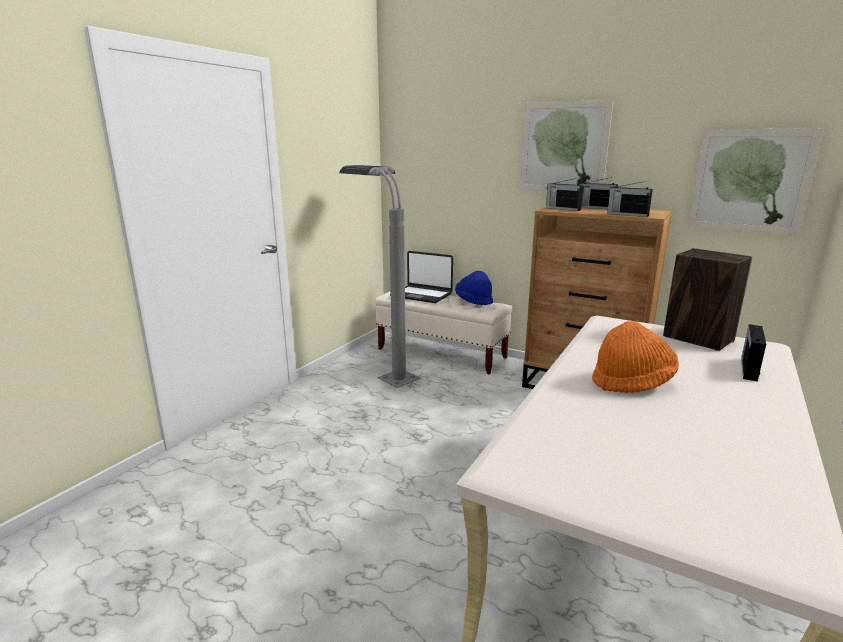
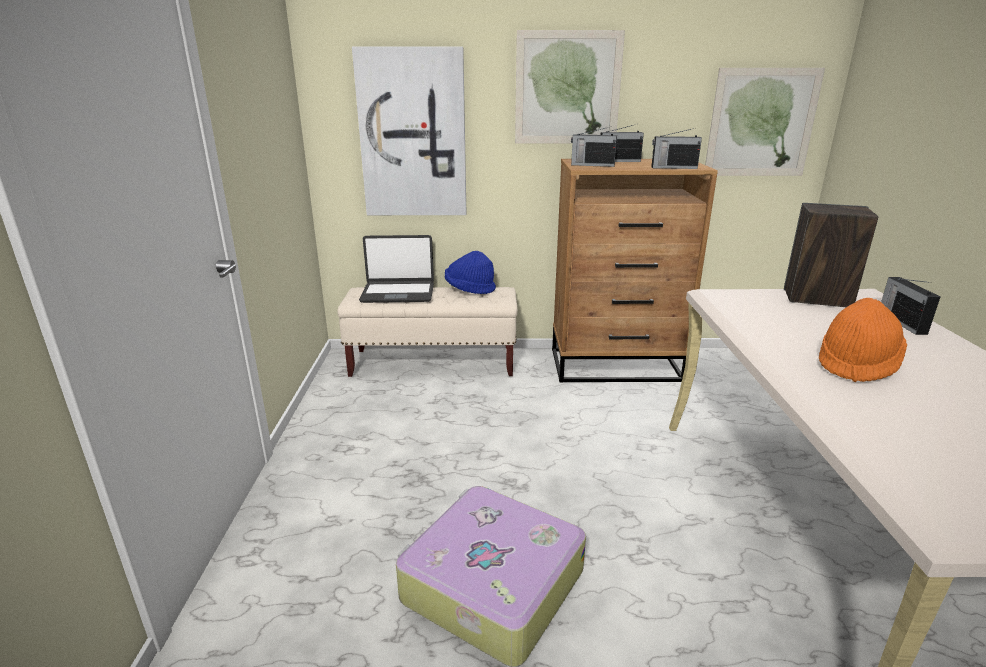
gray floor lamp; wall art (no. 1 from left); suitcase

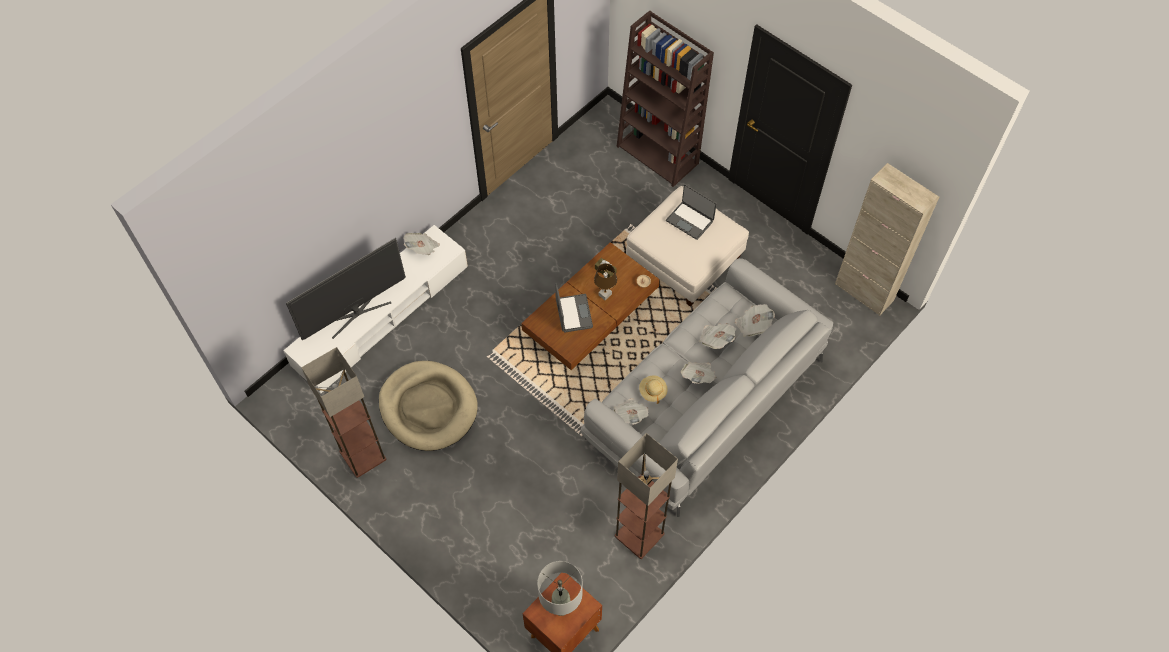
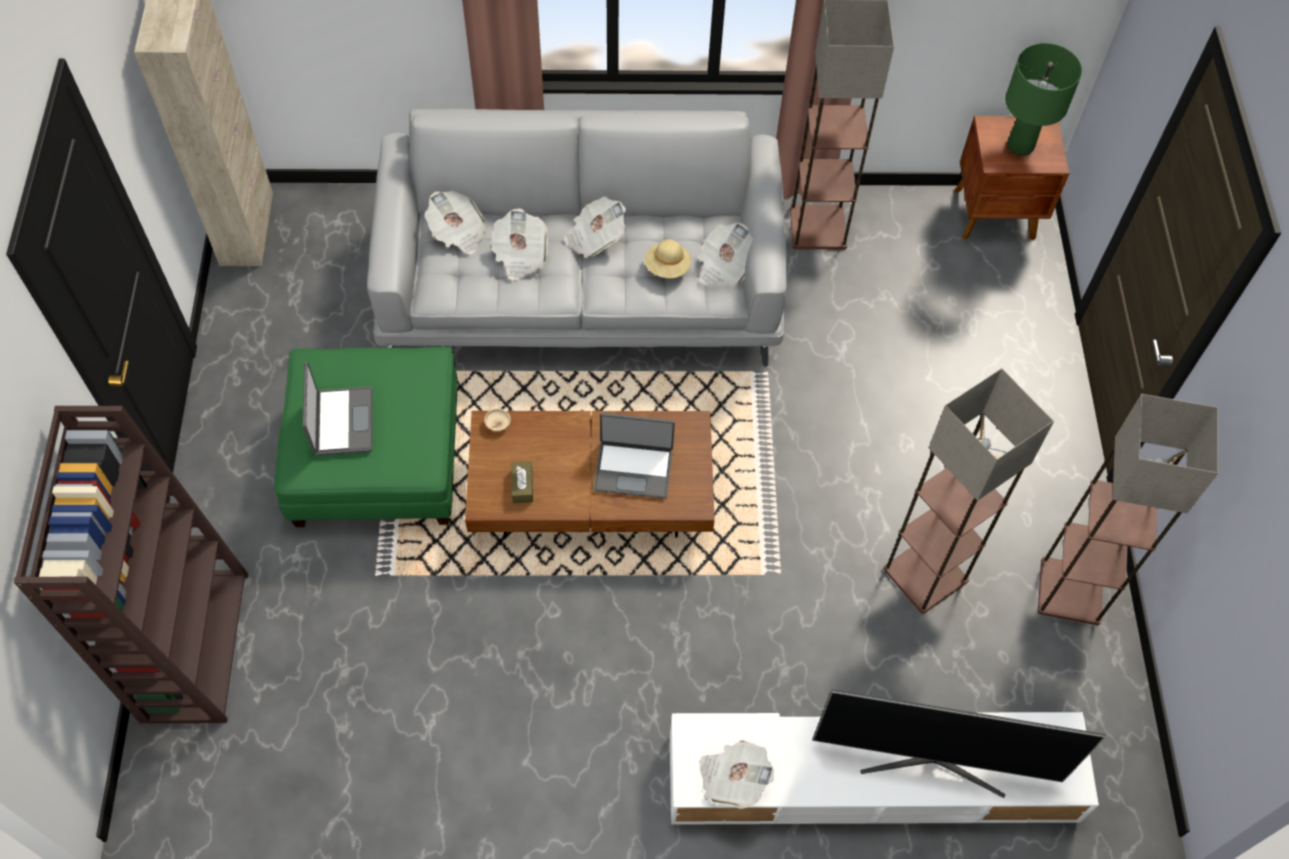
green-coloured pouffe; brownish table lamp; portable computer (no. 2 from left); floor lamp (no. 2 from left); green-coloured table lamp

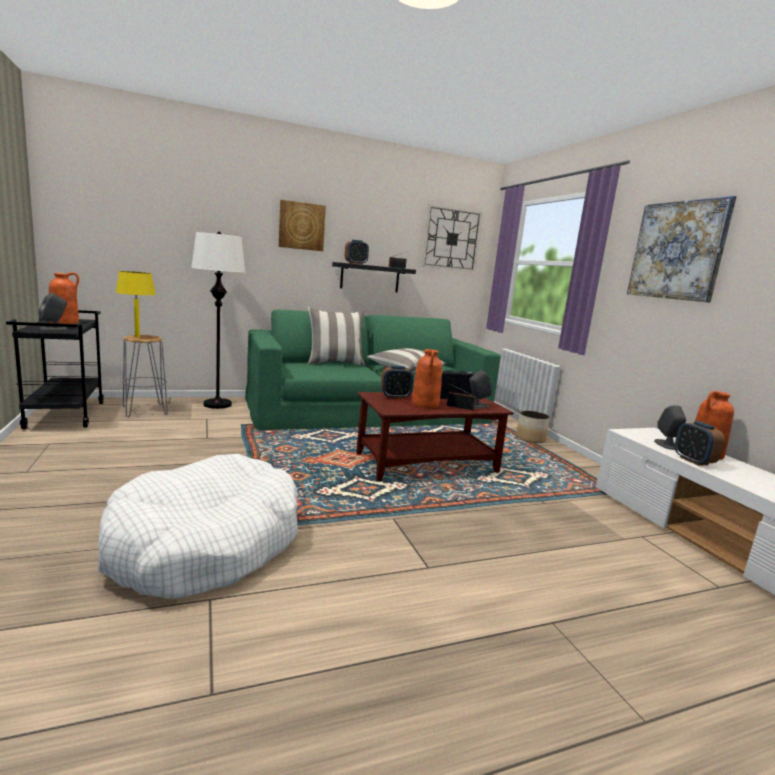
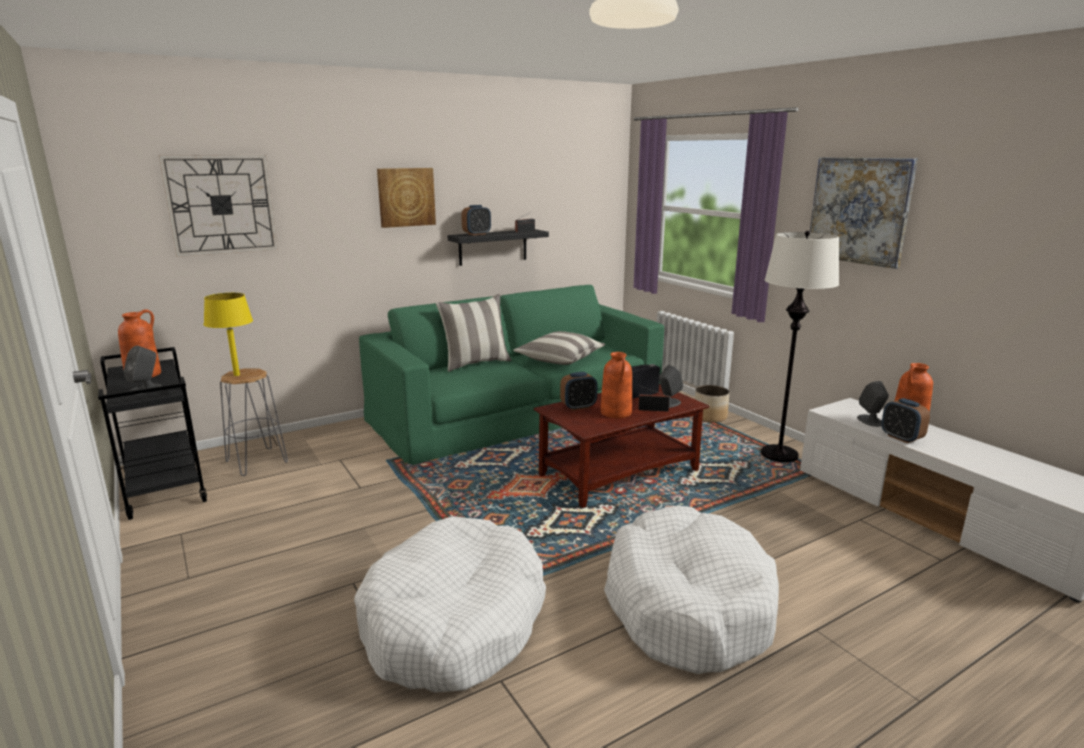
clock on the wall; white floor lamp; white dog cushion (no. 2 from left)

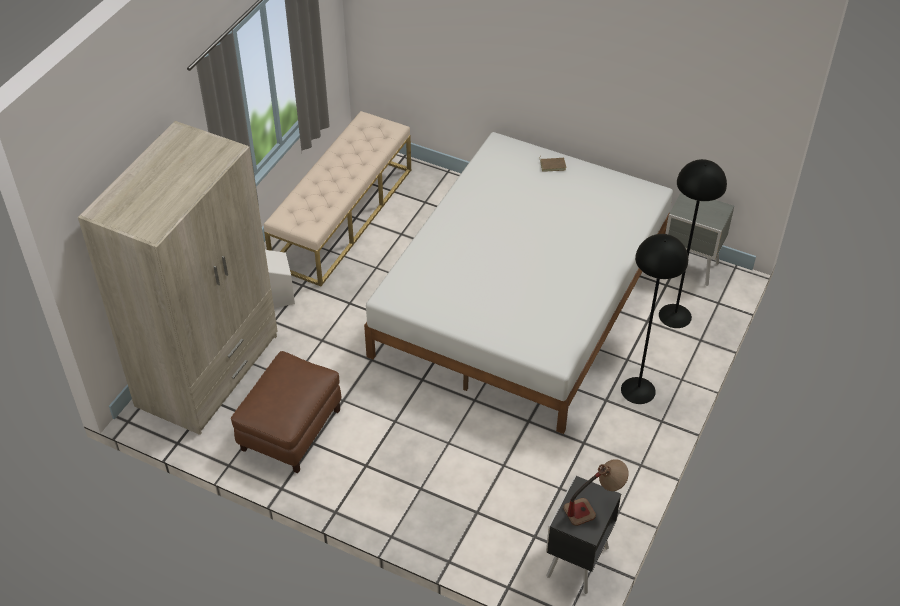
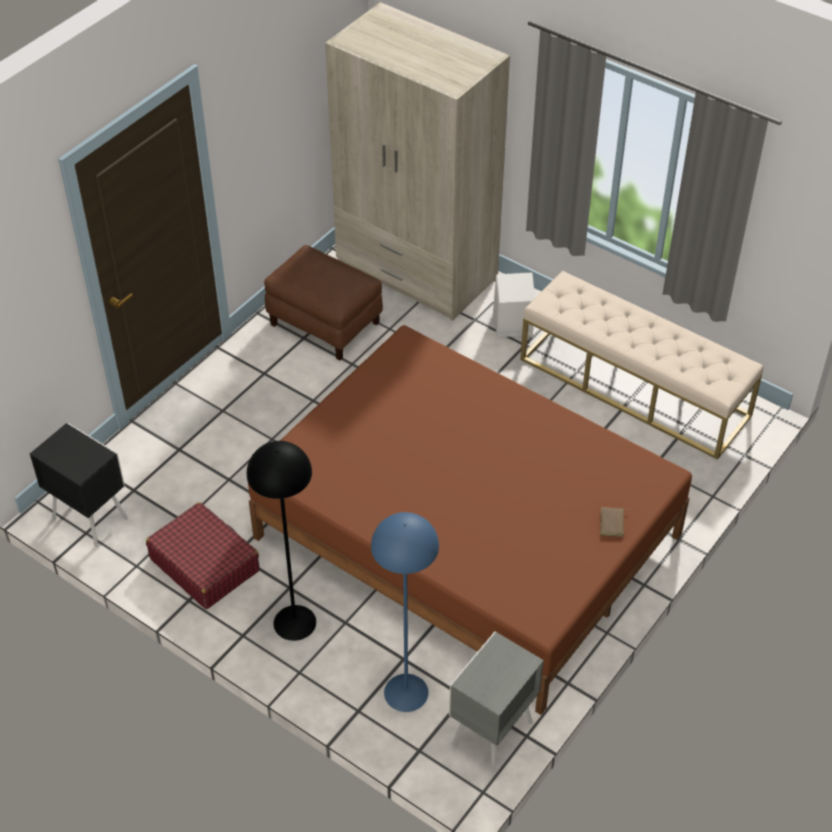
brownish sleeping bed; blue floor lamp; table lamp; red suitcase

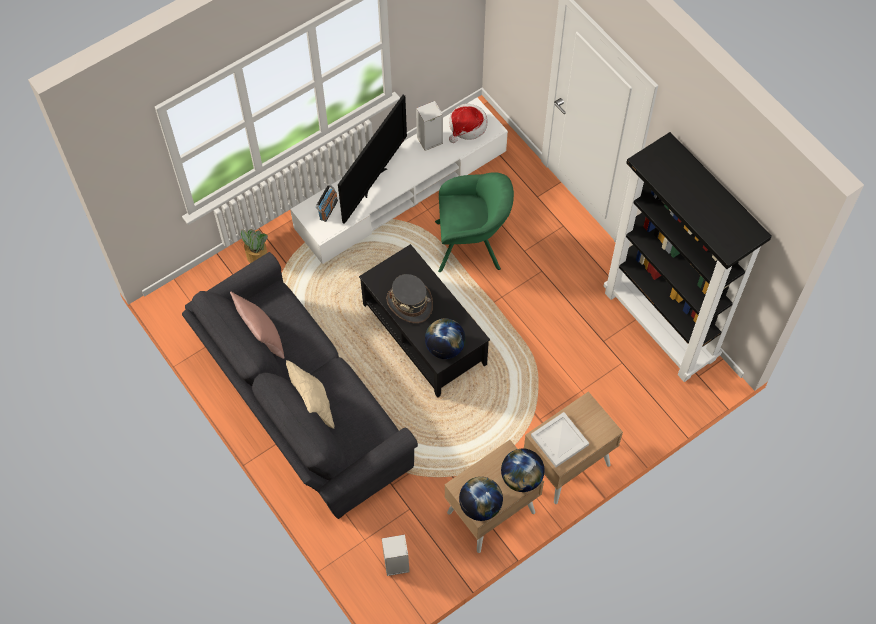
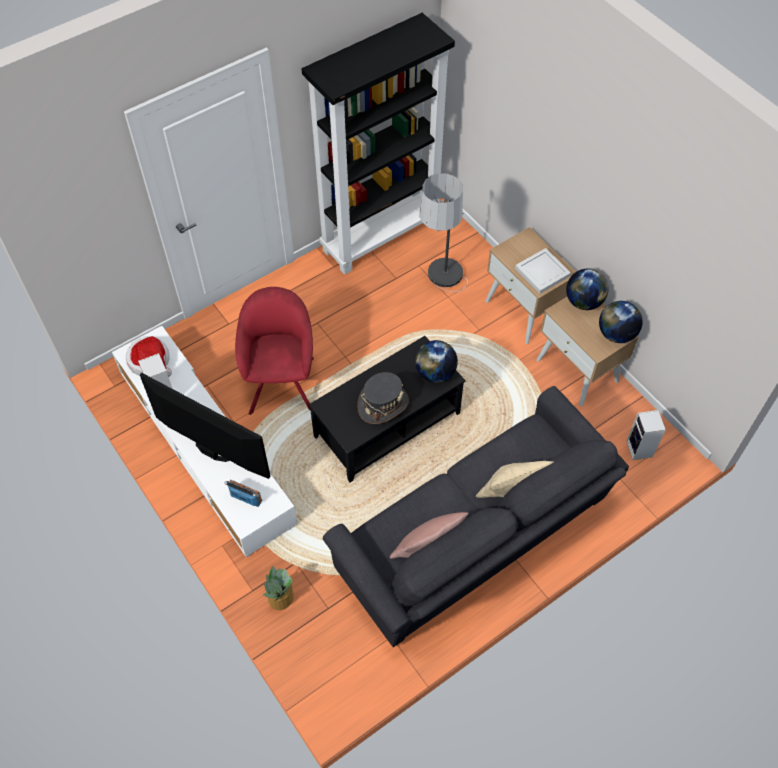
red easy chair; floor lamp

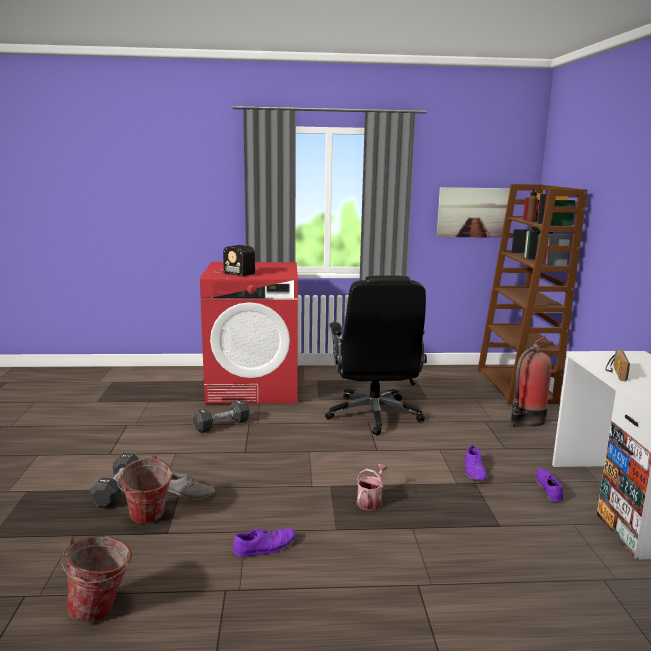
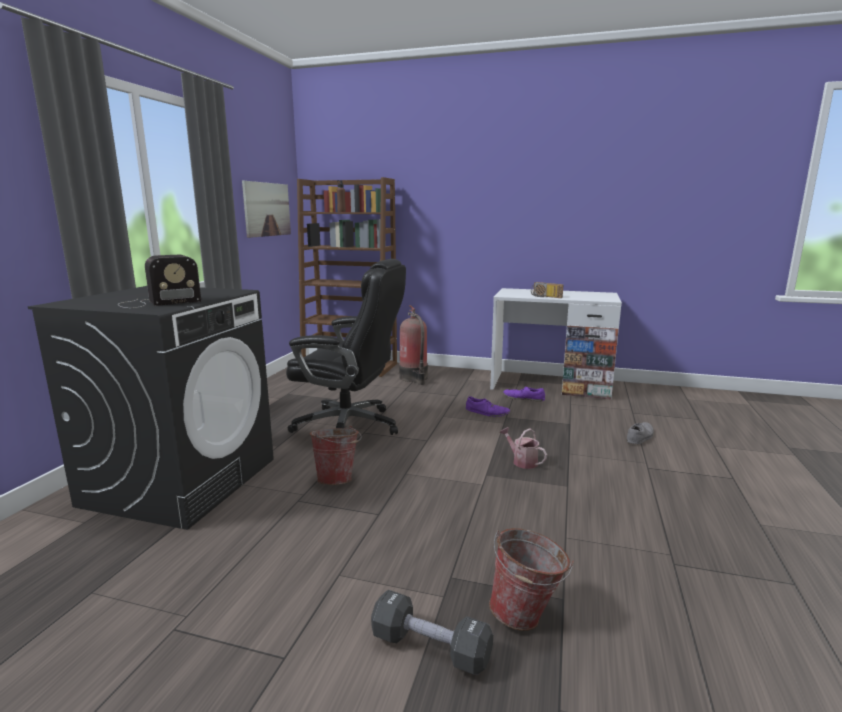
black-coloured laundry machine; black-coloured free weight (no. 2 from left in the first image); gray shoe; purple shoe (no. 1 from left in the first image); bucket (no. 1 from left)

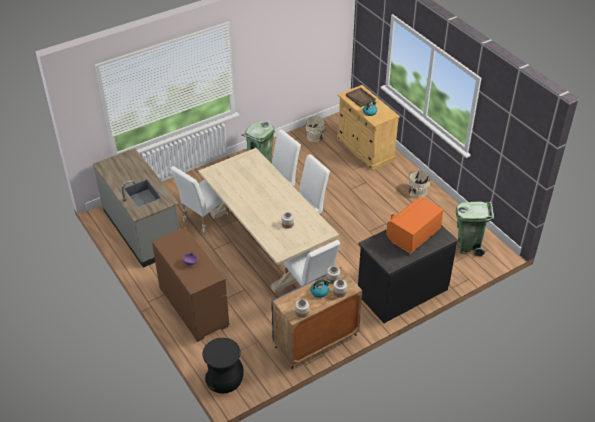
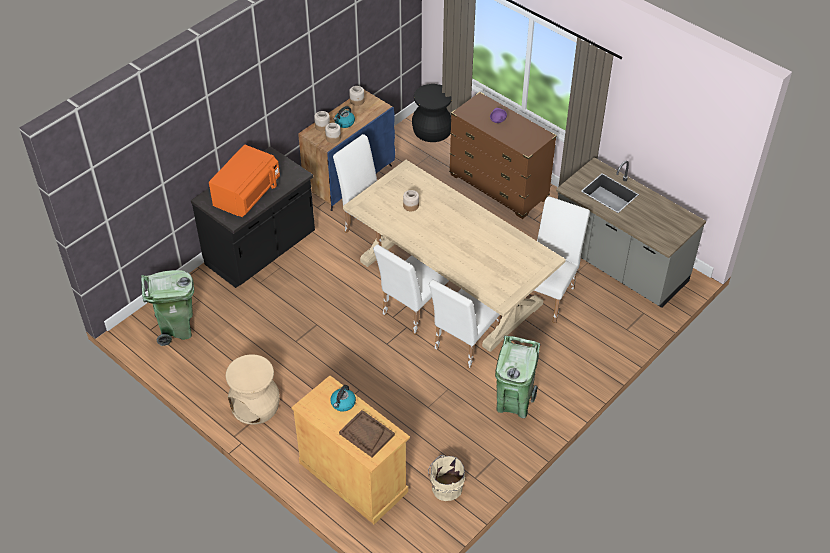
beige-coloured stool seat

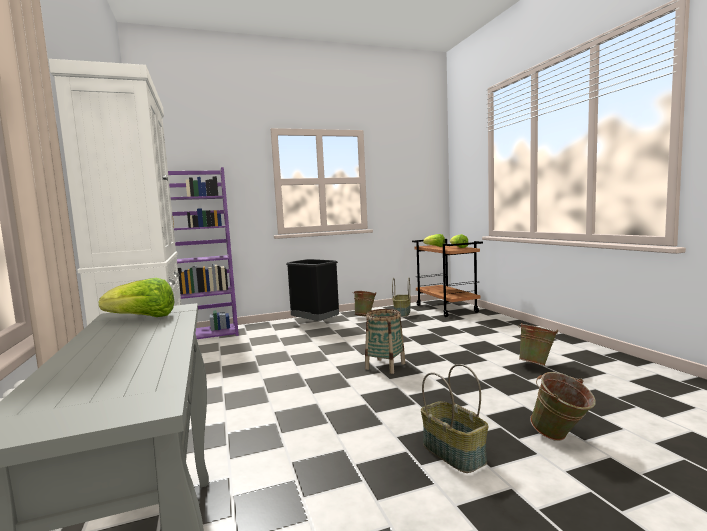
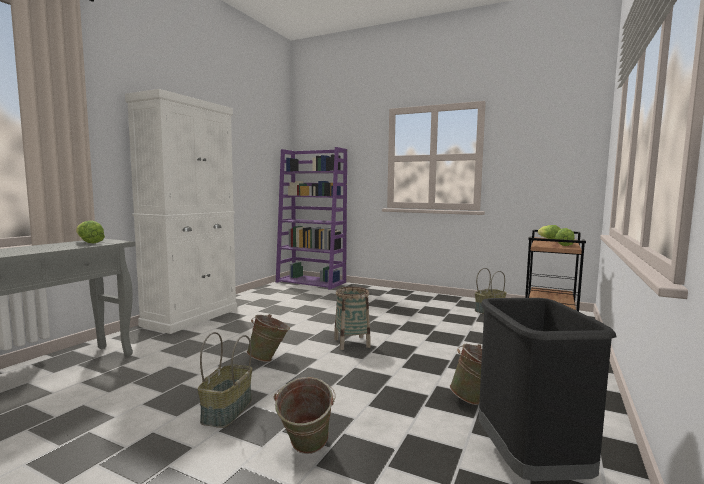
black-coloured rubbish bin; green-coloured bucket (no. 1 from left)

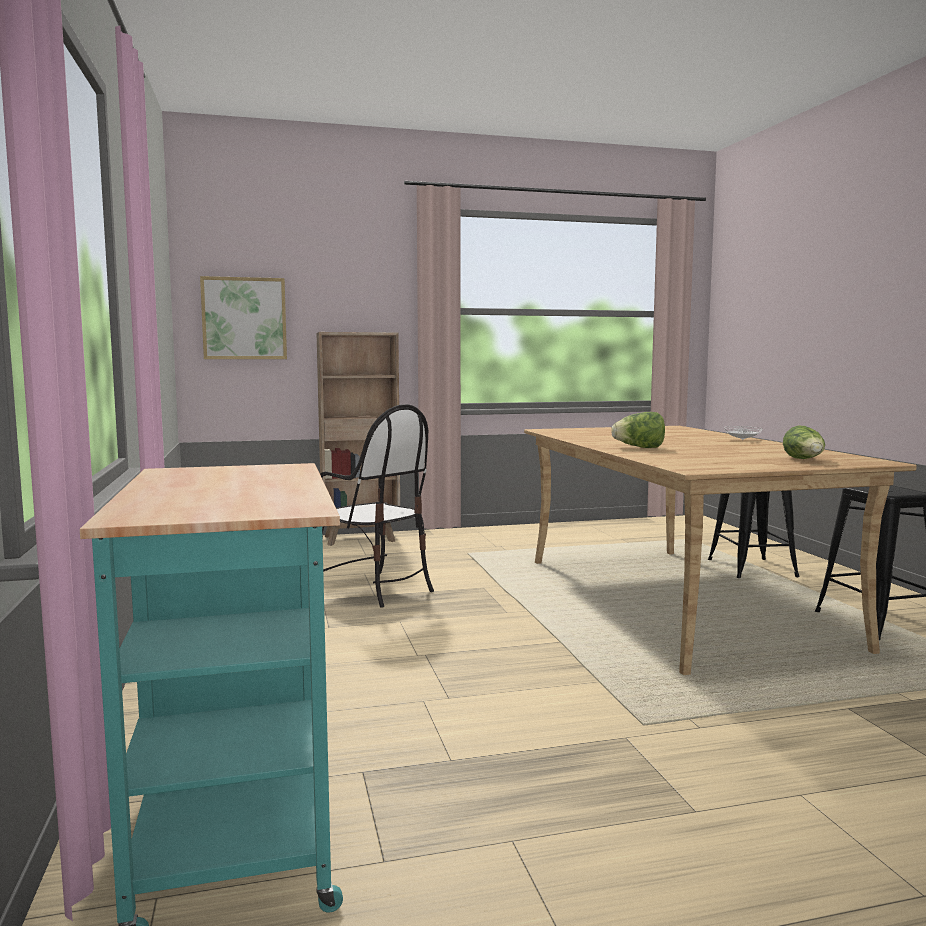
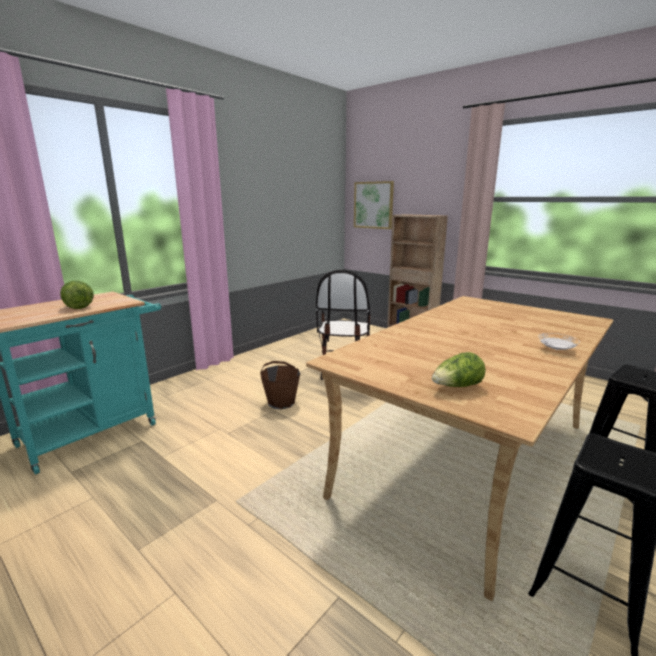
lettuce (no. 1 from left); brownish bucket

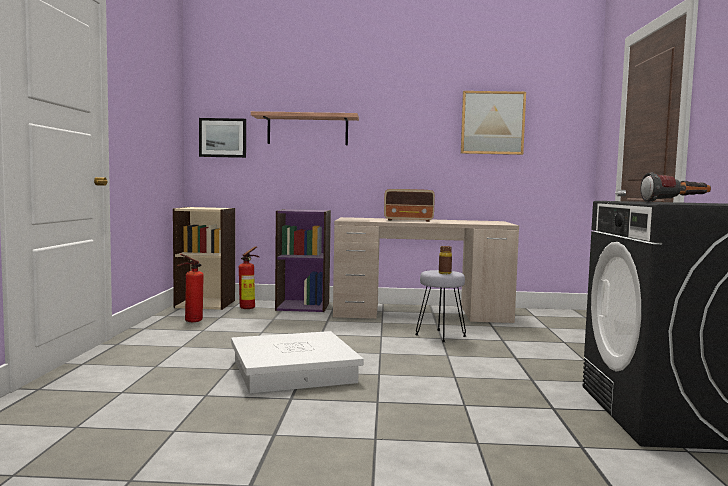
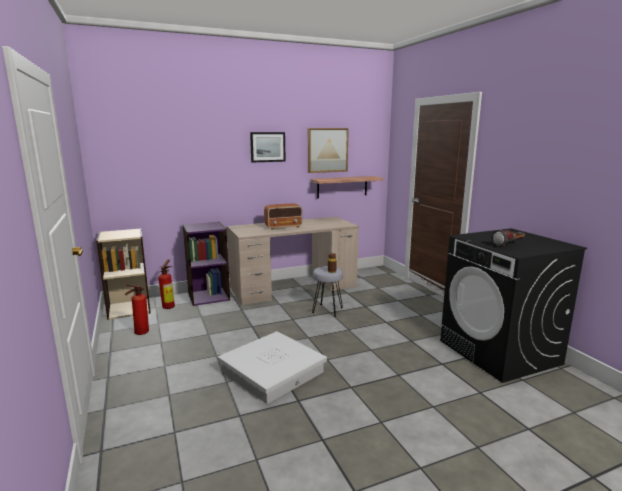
wall shelf; wall art (no. 1 from left)

